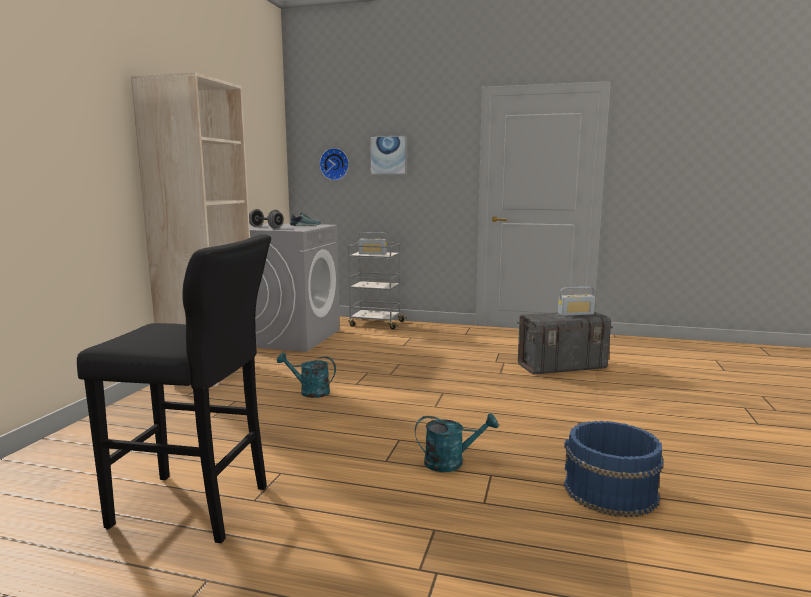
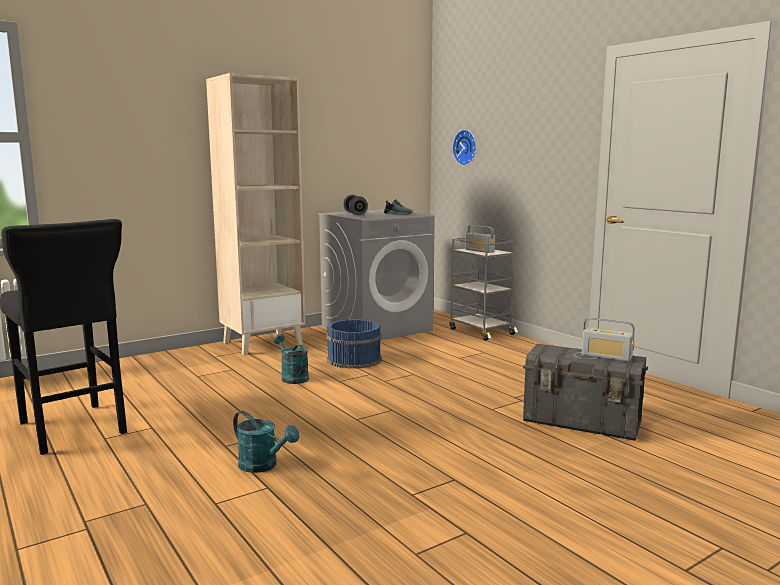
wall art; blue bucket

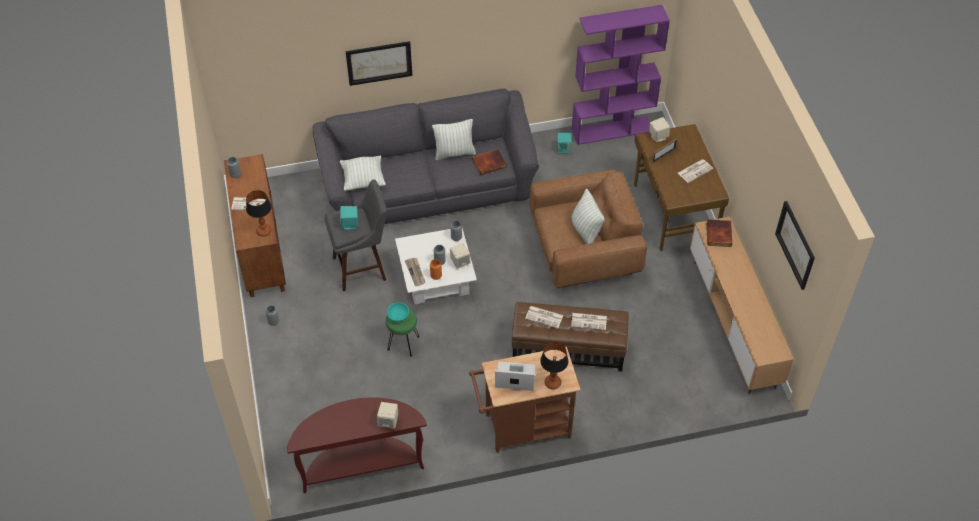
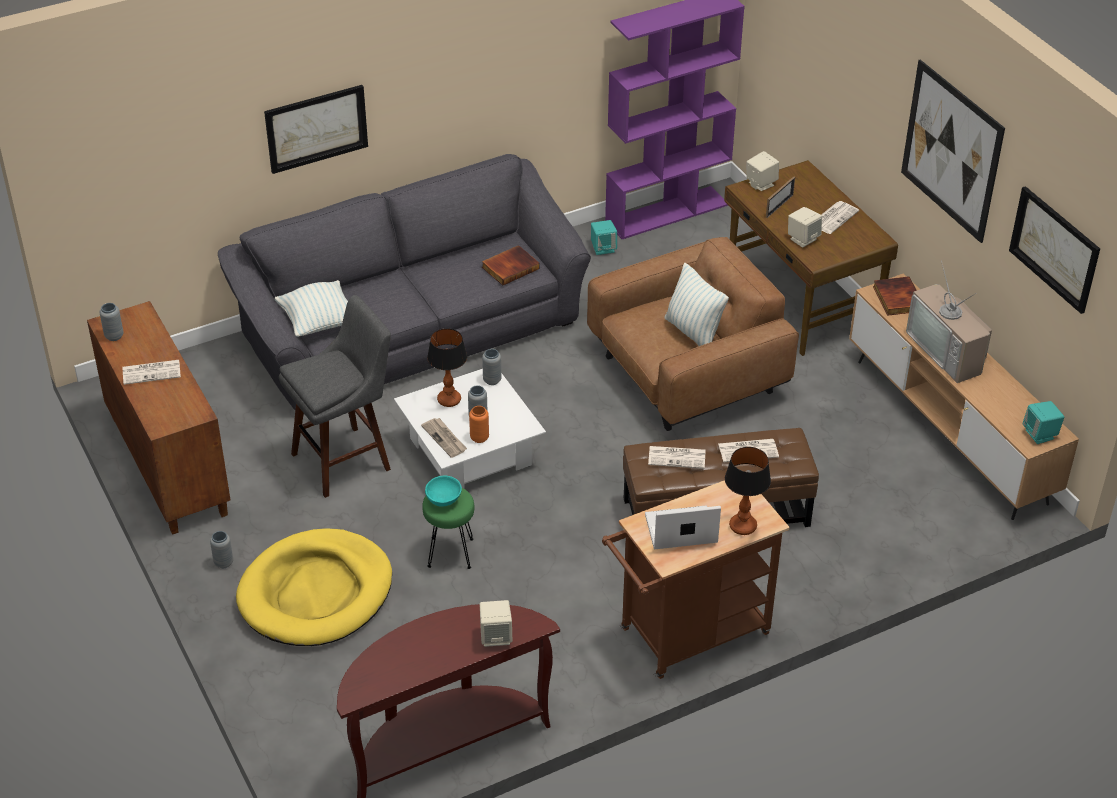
cushion (no. 2 from left in the first image); table lamp (no. 1 from left); turquoise audio speaker (no. 2 from left); beige-coloured audio speaker (no. 3 from left); wall art (no. 2 from left); television; yellowish dog cushion

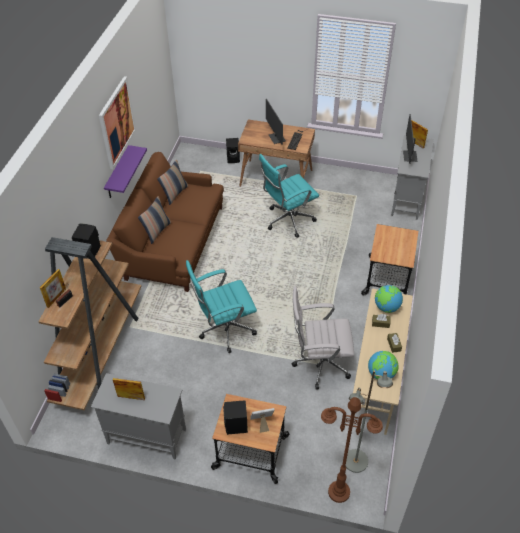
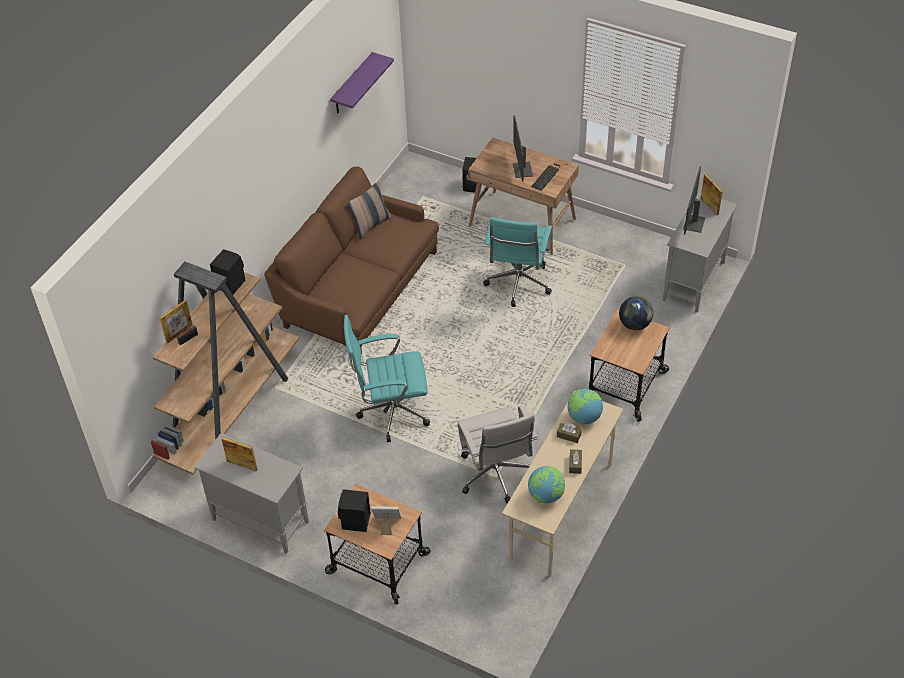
wall art; purple wall shelf; turquoise office chair (no. 2 from left); cushion (no. 1 from left in the first image); white office chair; gray floor lamp; brownish floor lamp; world globe (no. 3 from left)

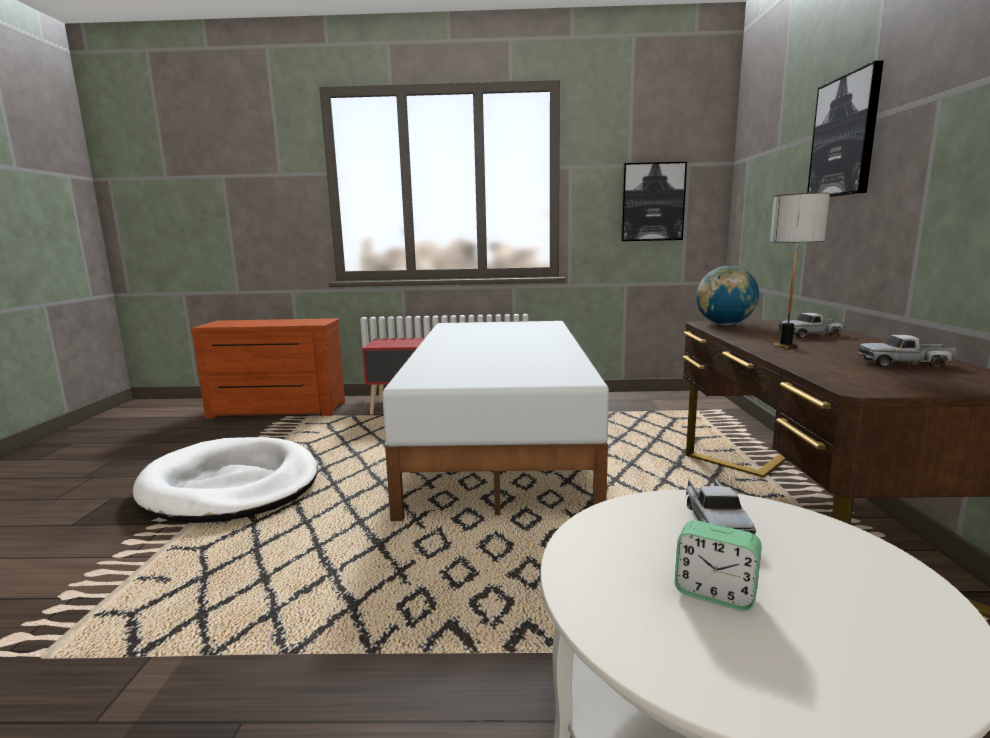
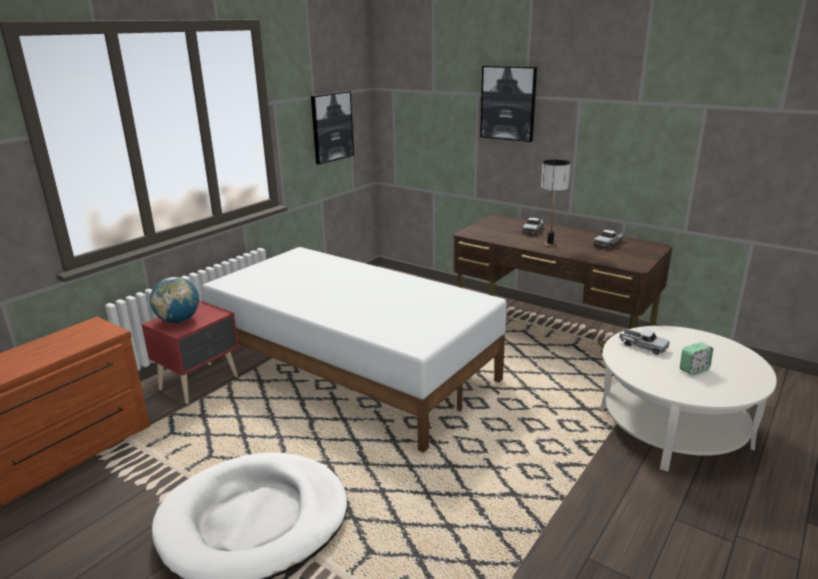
world globe

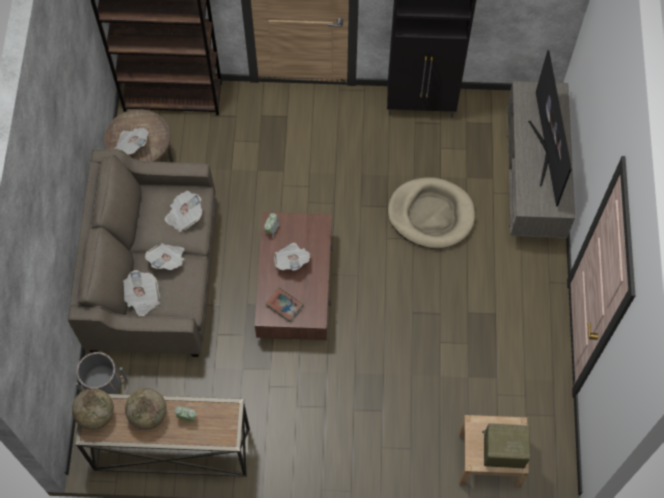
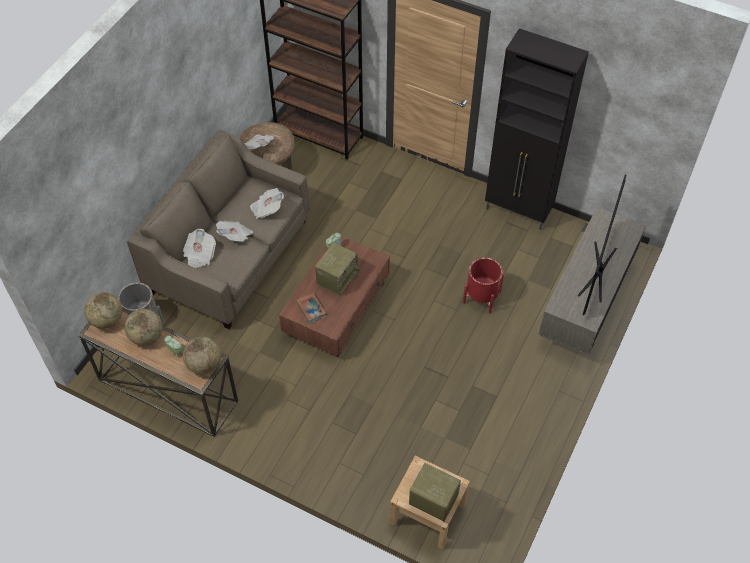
red planter; radio receiver (no. 1 from left); world globe (no. 3 from left)

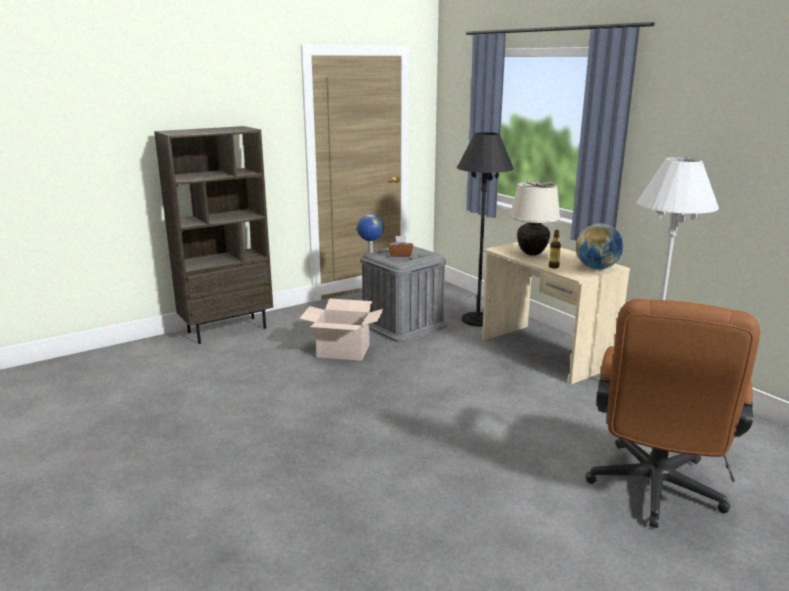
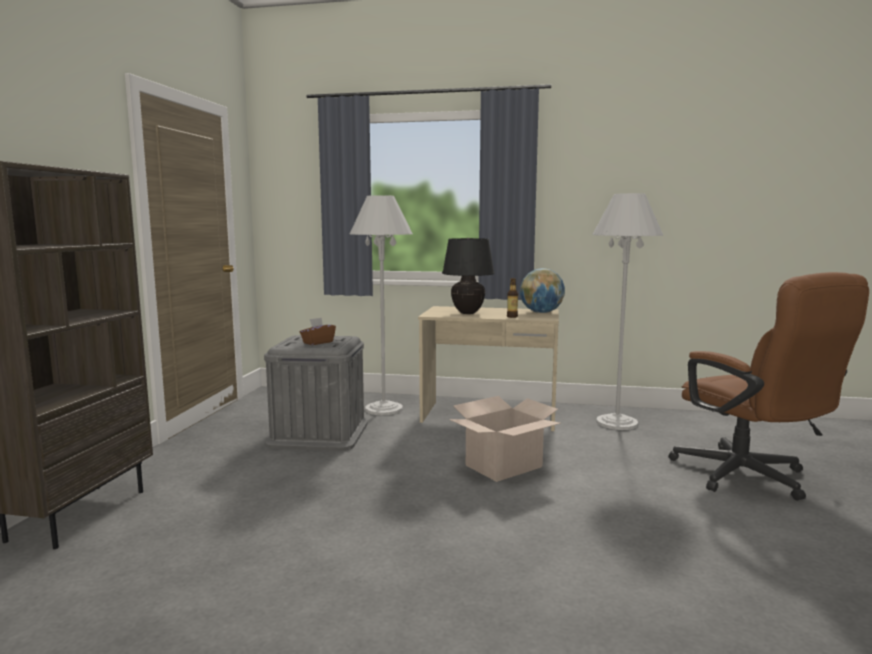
white floor lamp (no. 1 from left); black-coloured table lamp; world globe (no. 1 from left in the first image); packing box

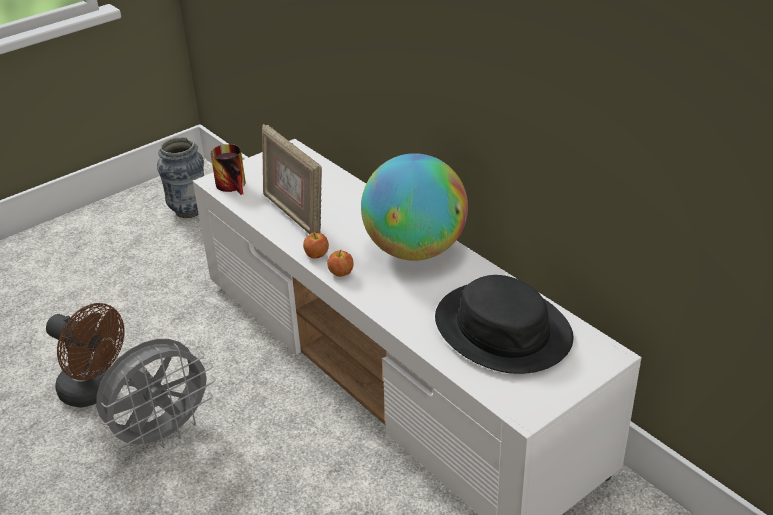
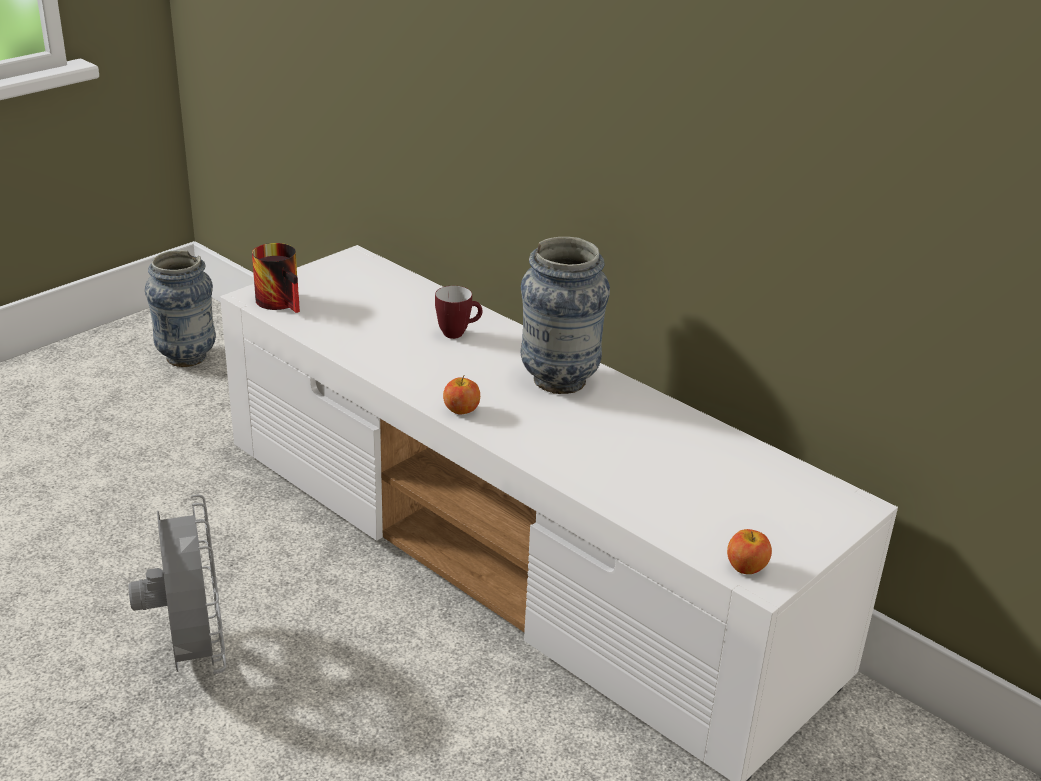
photo frame; vase (no. 2 from left); apple fruit (no. 2 from left); black-coloured hat; brownish fan; gray fan; tea mug (no. 2 from left)

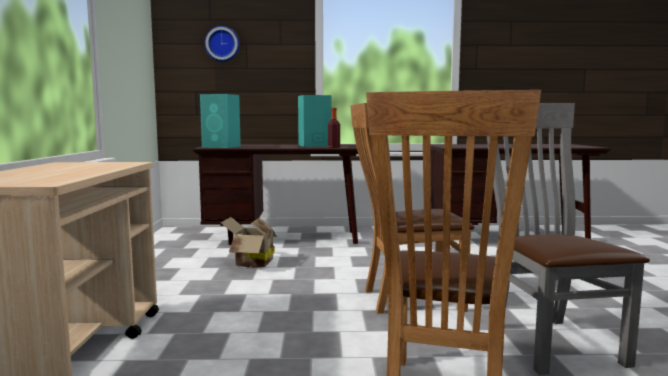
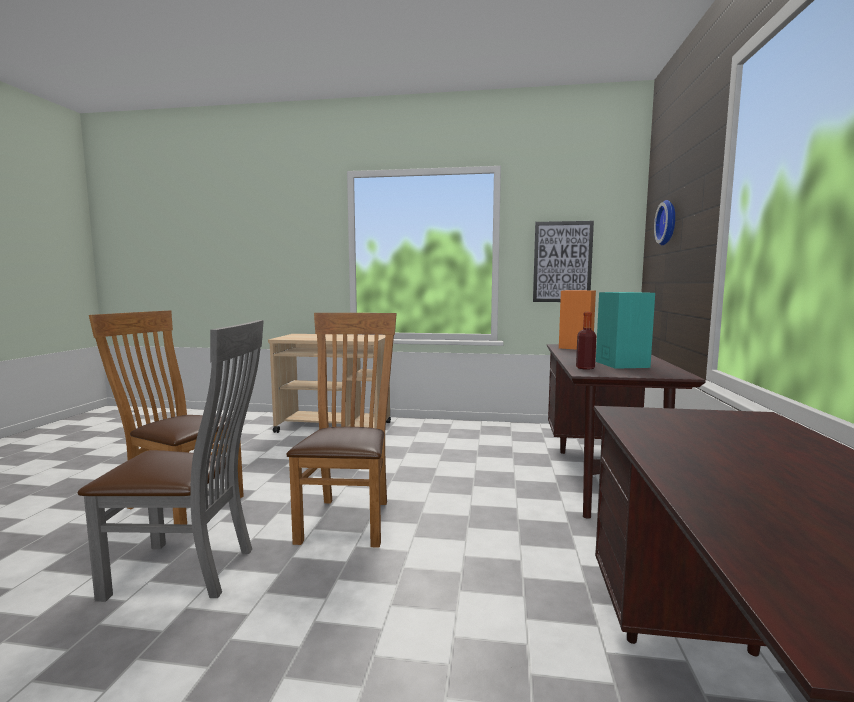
orangey audio speaker; packing box; wall art

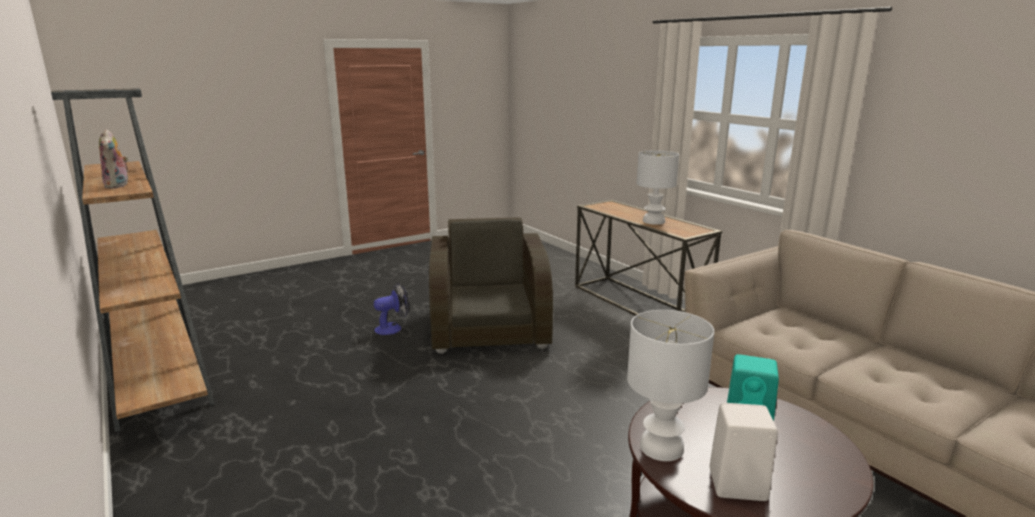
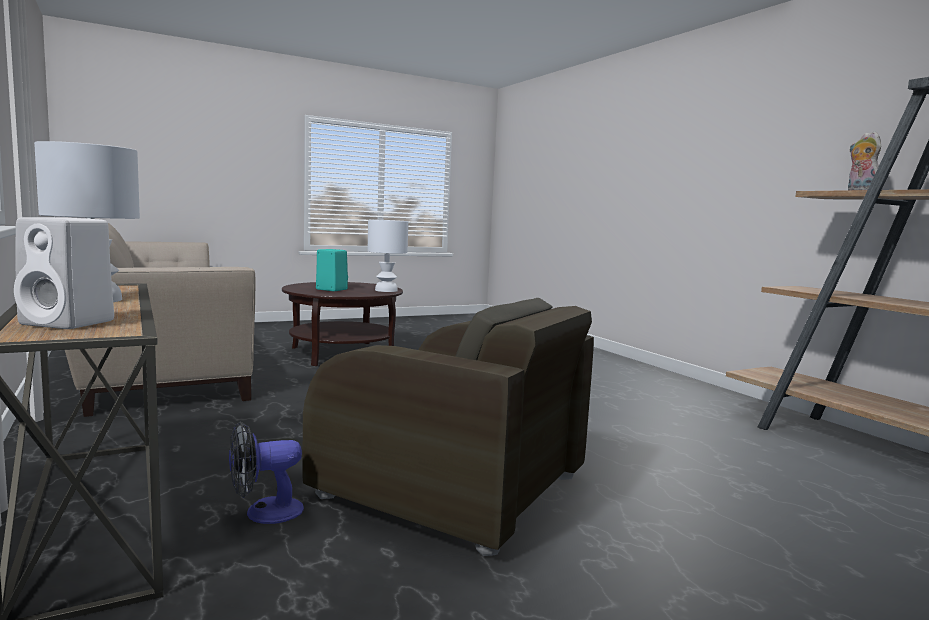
brownish easy chair; fan; white audio speaker

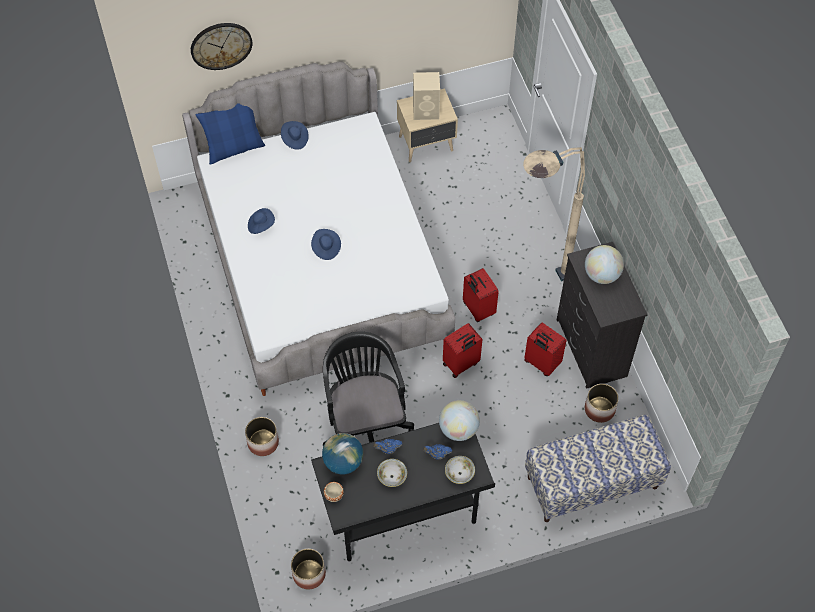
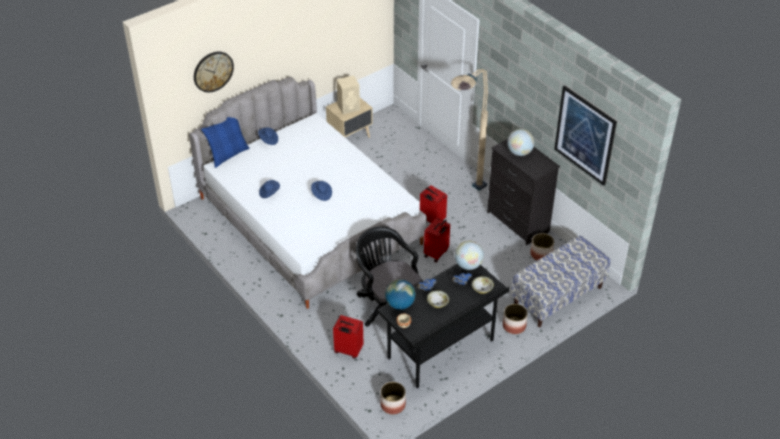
red suitcase (no. 1 from left); planter (no. 2 from left); wall art

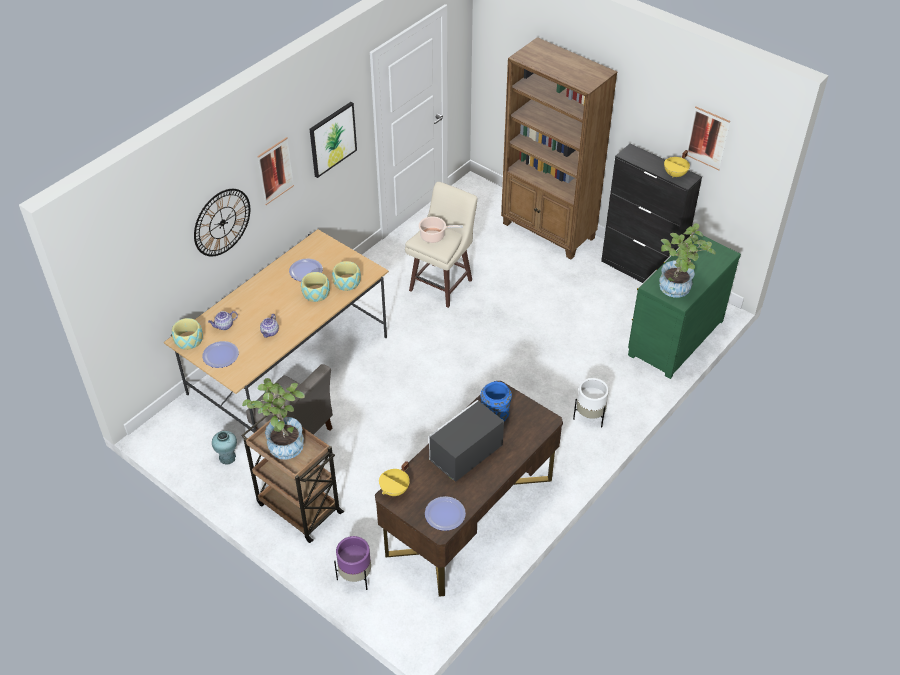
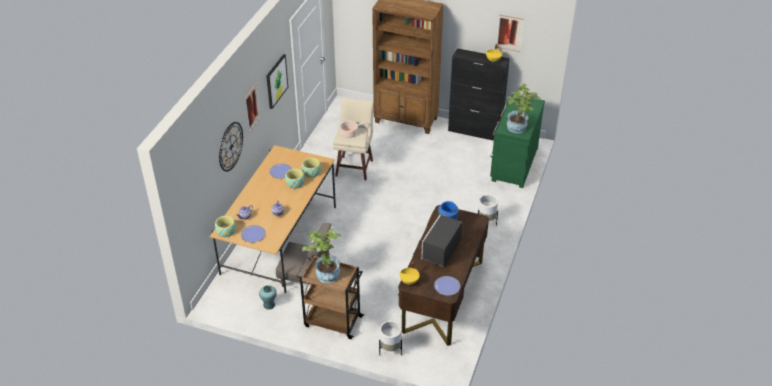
white planter (no. 1 from left)

